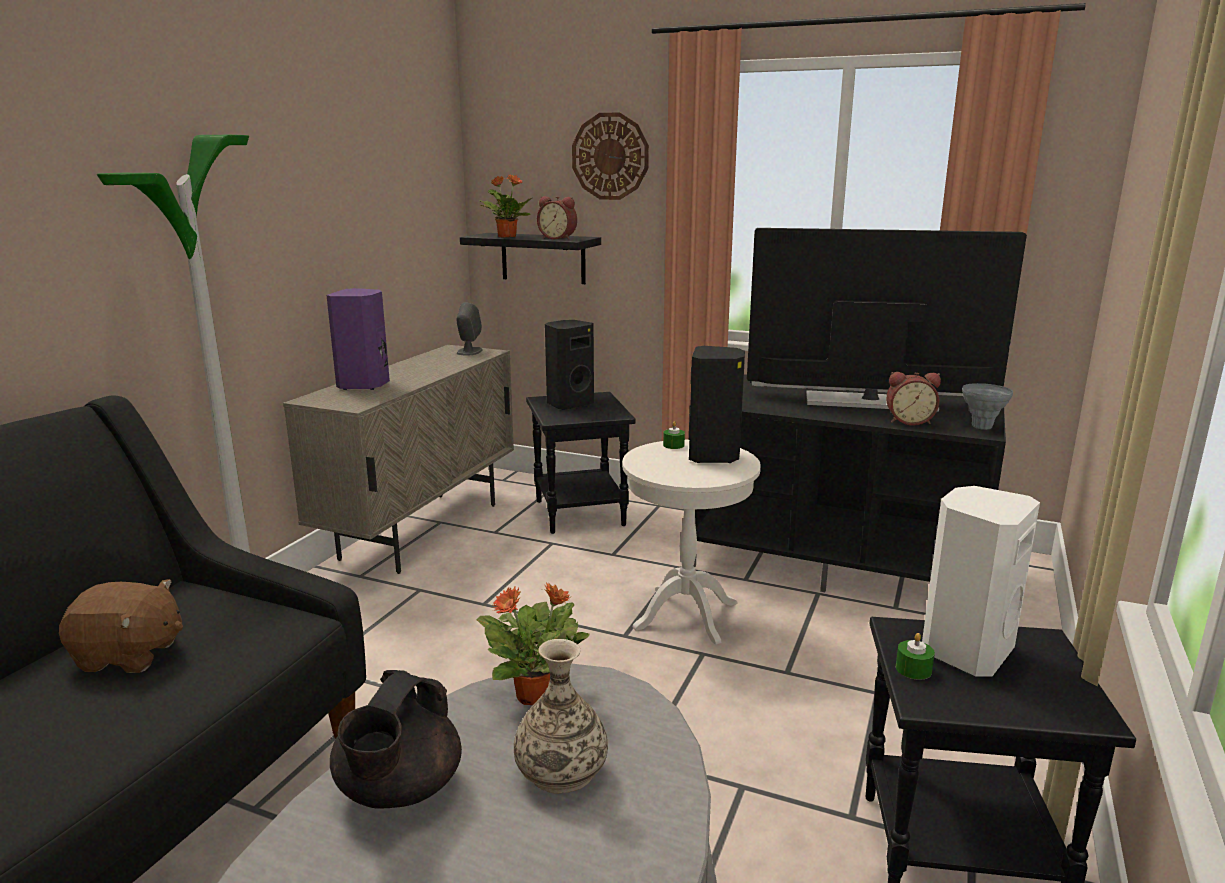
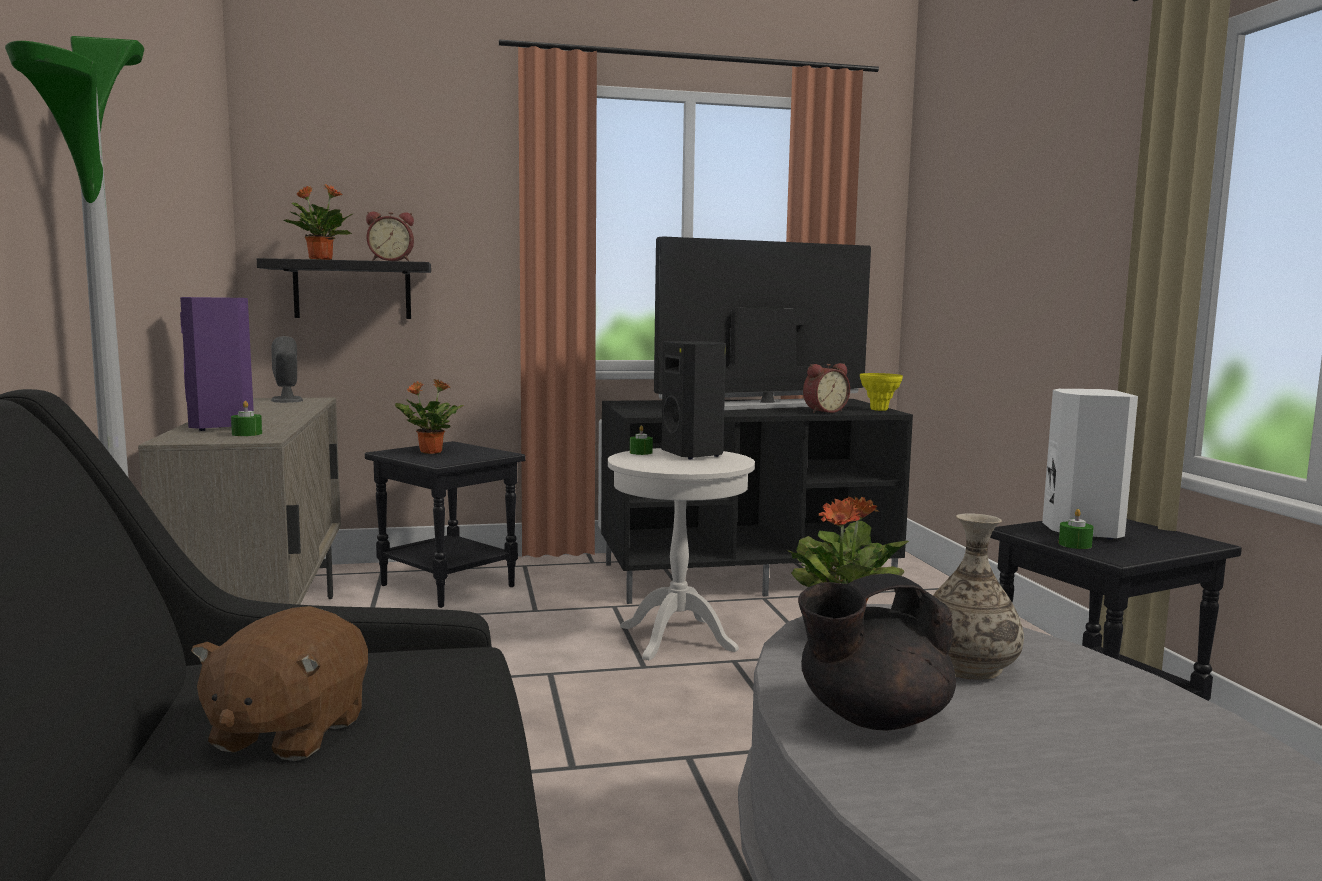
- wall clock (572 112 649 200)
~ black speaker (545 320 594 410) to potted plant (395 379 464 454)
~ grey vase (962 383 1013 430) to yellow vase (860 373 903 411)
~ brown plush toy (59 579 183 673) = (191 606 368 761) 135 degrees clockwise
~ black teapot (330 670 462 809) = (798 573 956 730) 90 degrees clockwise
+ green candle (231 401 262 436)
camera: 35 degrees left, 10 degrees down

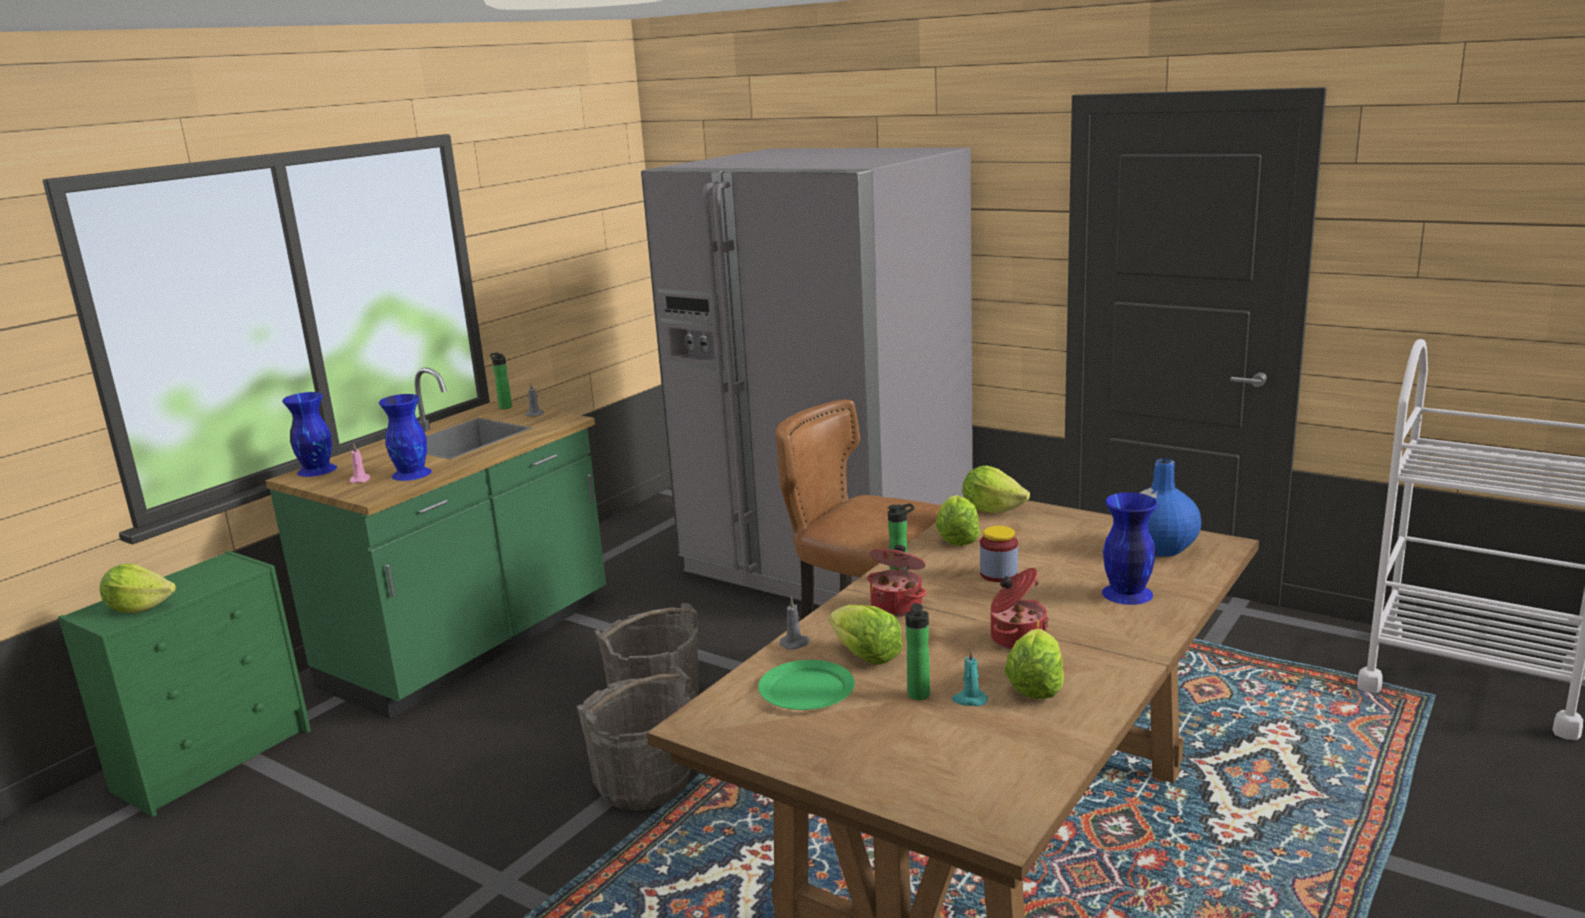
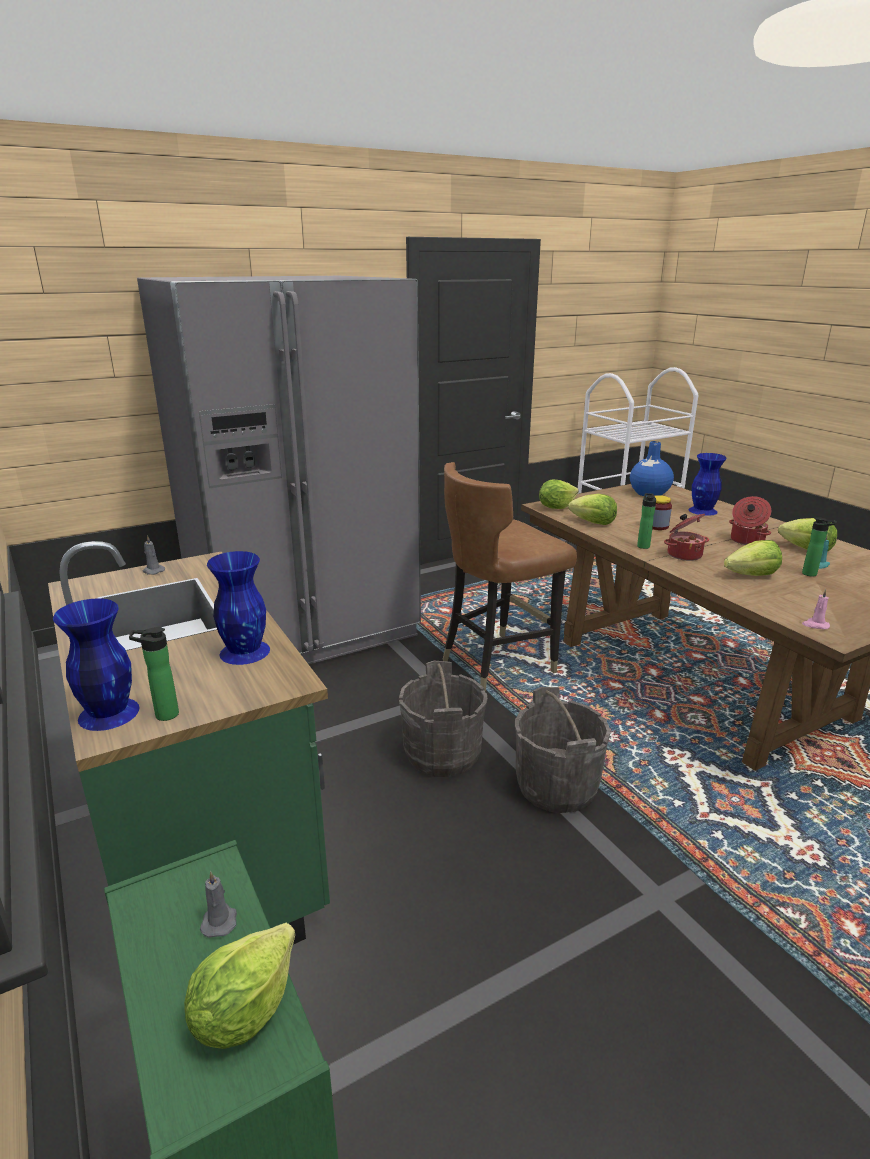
~ bottle (490 352 512 409) to (129 627 179 721)
~ pink candle (349 444 370 483) to (802 589 830 629)
~ grey candle (780 597 810 650) to (200 871 237 938)
- green plate (758 660 855 710)
camera: 65 degrees left, 5 degrees up

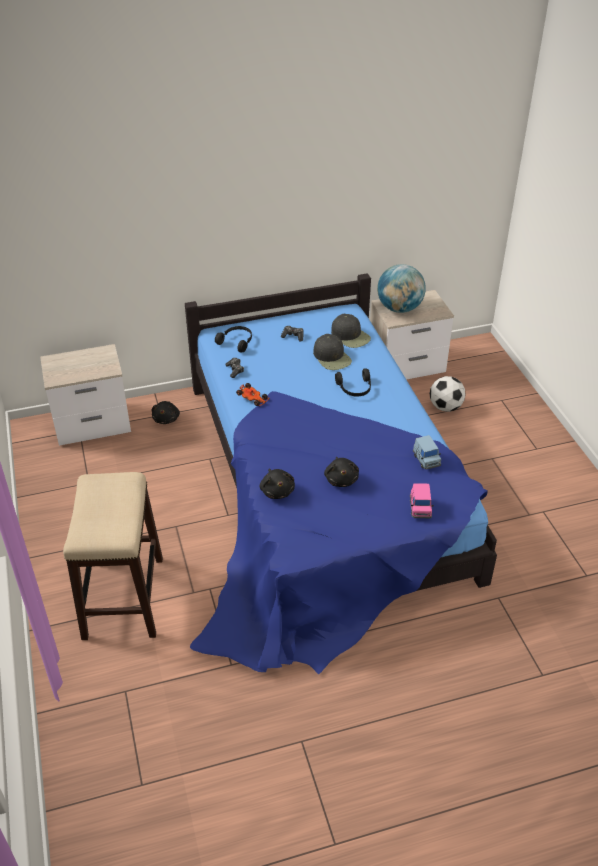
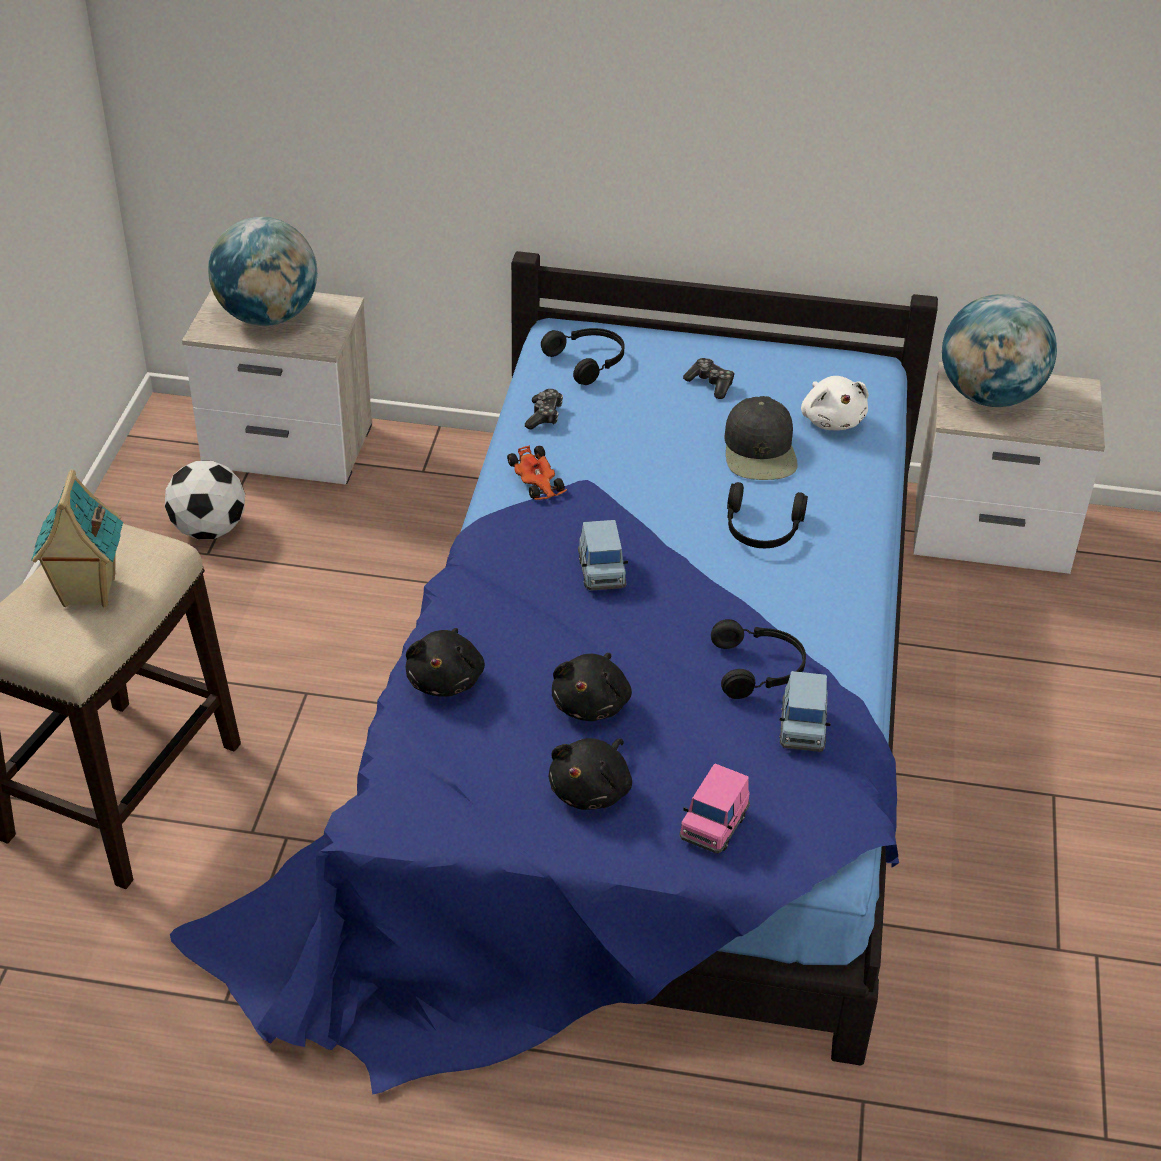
~ black cap (331 314 371 348) to white plush toy (801 376 869 430)
~ football (429 376 465 412) to (165 461 245 539)
~ black plush toy (152 401 180 424) to (548 738 632 810)
+ globe (208 217 317 326)
+ toy house (31 470 123 607)
+ blue toy car (578 520 628 591)
+ black headphones (711 619 806 699)
camera: 25 degrees right, 0 degrees up

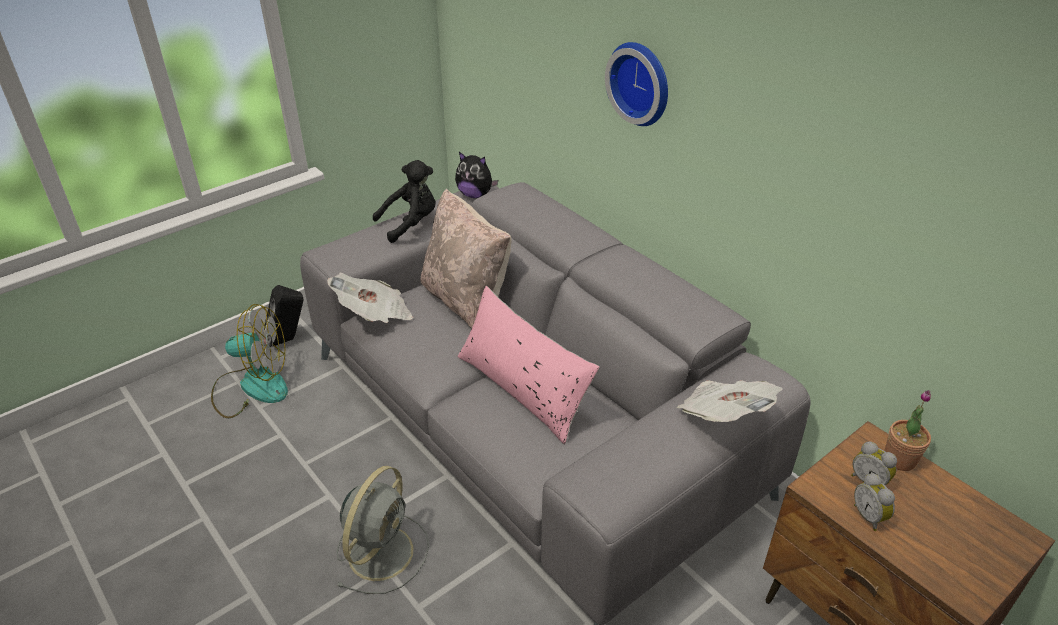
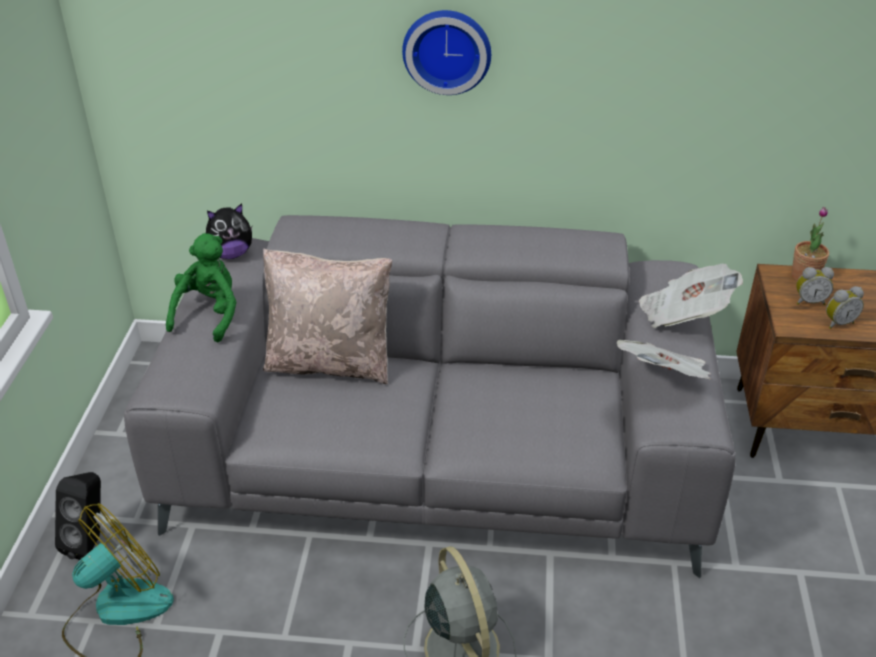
~ black plush toy (373 160 436 243) to green plush toy (166 233 236 343)
~ newspaper (327 272 413 323) to (616 340 711 380)
- pink pillow (458 286 600 444)
~ alarm clock (854 473 895 531) = (826 286 864 329) 45 degrees counterclockwise
camera: 45 degrees left, 0 degrees up

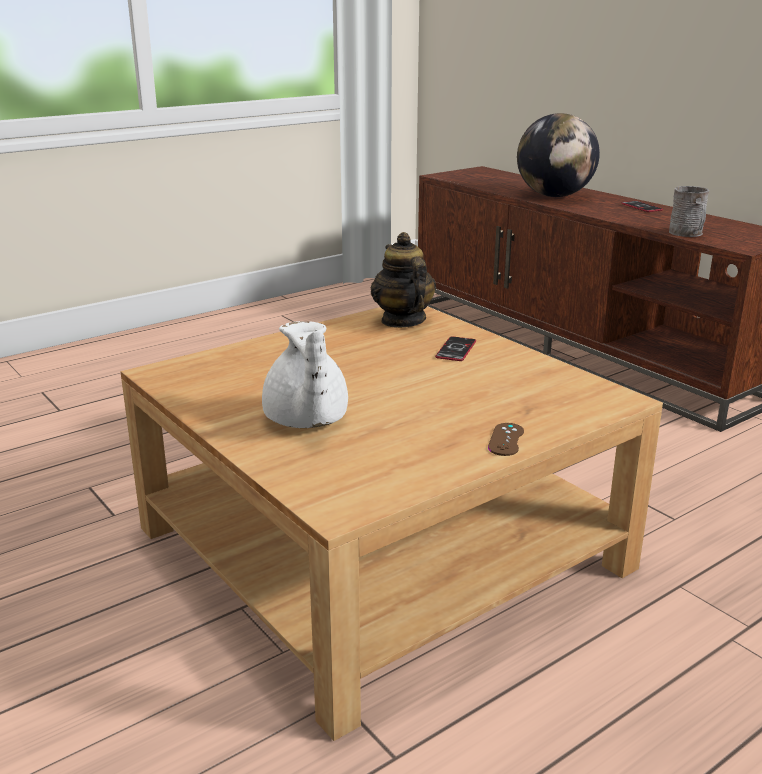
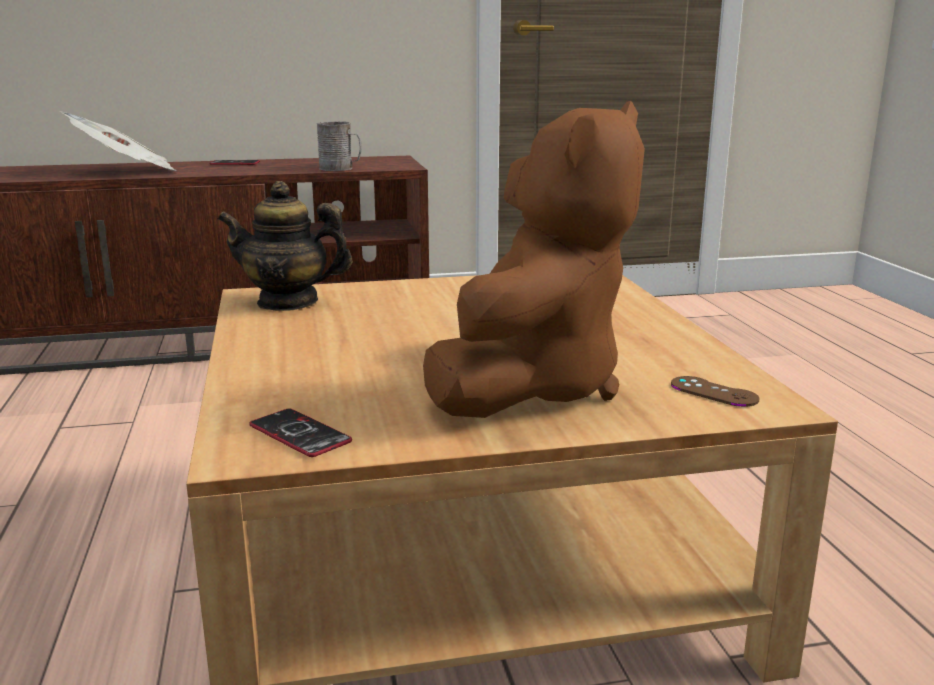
~ globe (517 113 600 197) to newspaper (60 111 176 171)
~ white teapot (262 321 348 428) to brown plush toy (423 101 645 418)
~ phone (435 336 476 361) to (249 409 352 457)
~ brown game controller (488 423 524 456) to (671 376 760 407)
camera: 65 degrees left, 5 degrees down

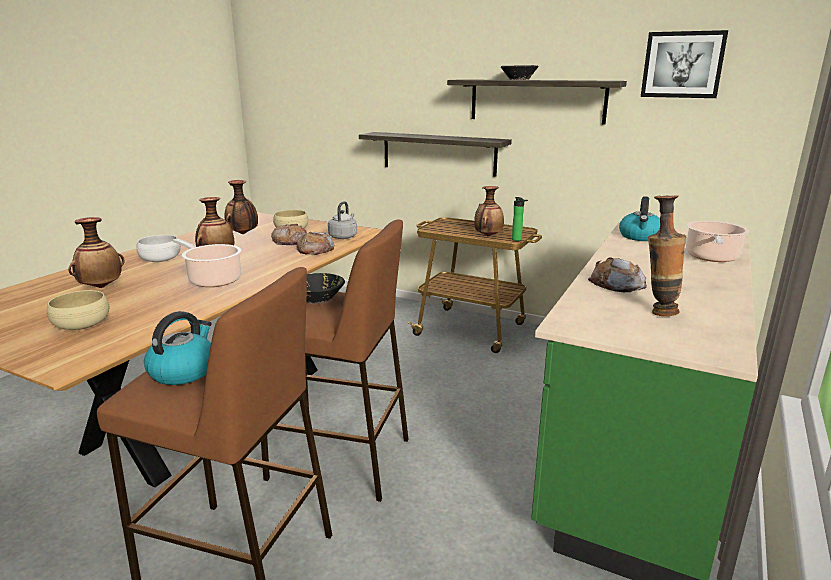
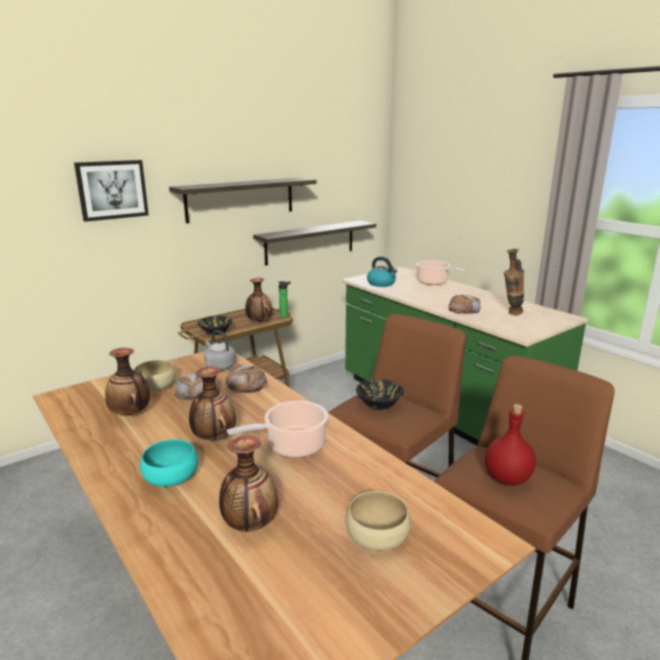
~ picture (641 30 728 98) to (74 160 149 222)
~ black bowl (501 65 539 80) to (198 316 232 336)
~ shelf (359 132 512 177) to (253 221 376 265)
~ white bowl (136 235 181 262) to turquoise bowl (140 439 198 487)
~ kettle (144 311 212 385) to red bottle (485 404 536 486)
camera: 65 degrees left, 0 degrees up

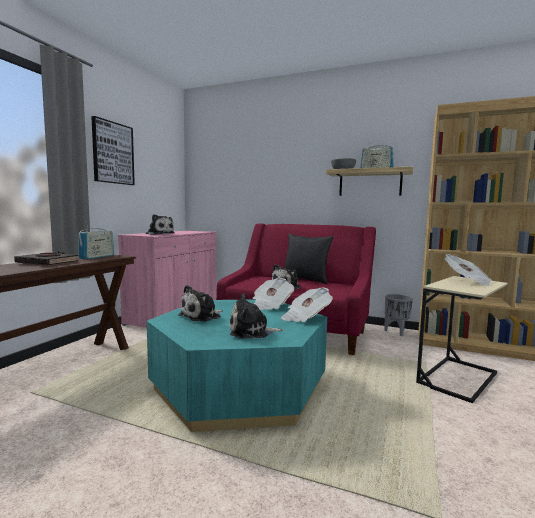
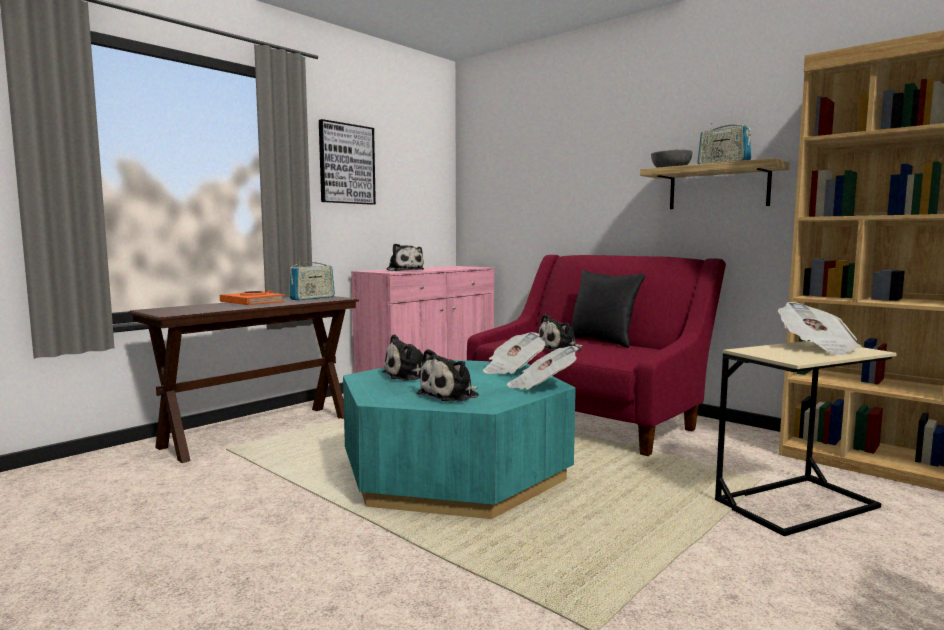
~ black book (14 252 78 265) to orange book (220 290 285 305)
~ plush toy (230 294 283 338) = (416 349 479 402) 60 degrees counterclockwise
- grey planter (385 294 413 336)
camera: 20 degrees right, 0 degrees up

